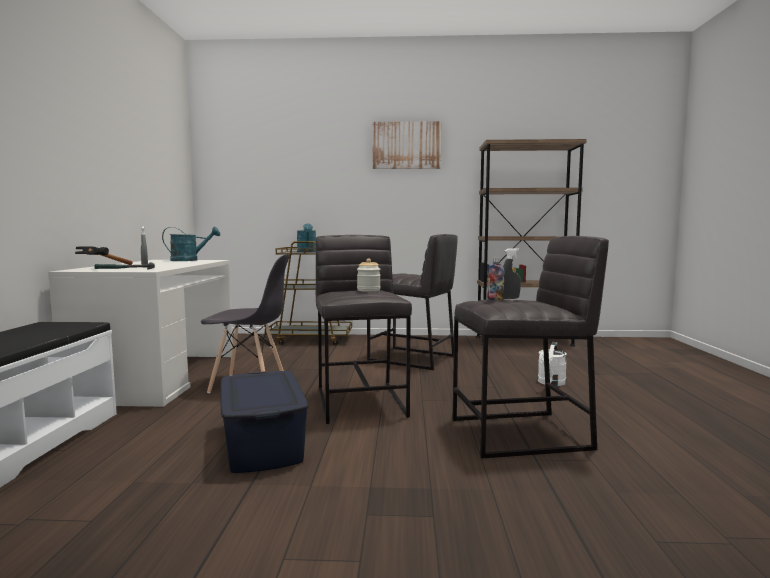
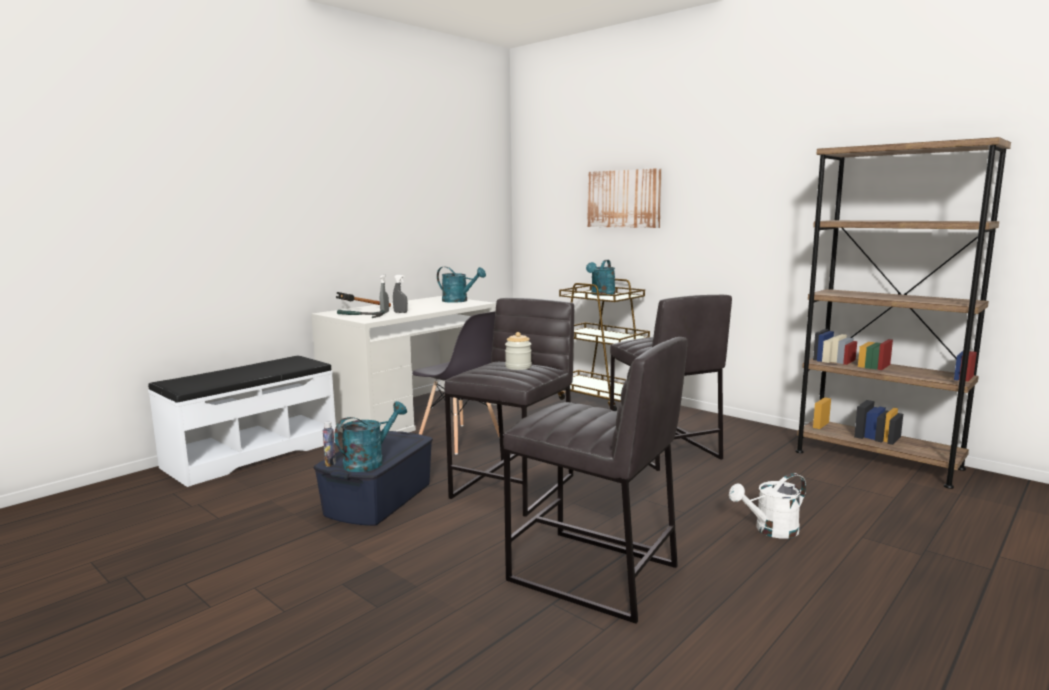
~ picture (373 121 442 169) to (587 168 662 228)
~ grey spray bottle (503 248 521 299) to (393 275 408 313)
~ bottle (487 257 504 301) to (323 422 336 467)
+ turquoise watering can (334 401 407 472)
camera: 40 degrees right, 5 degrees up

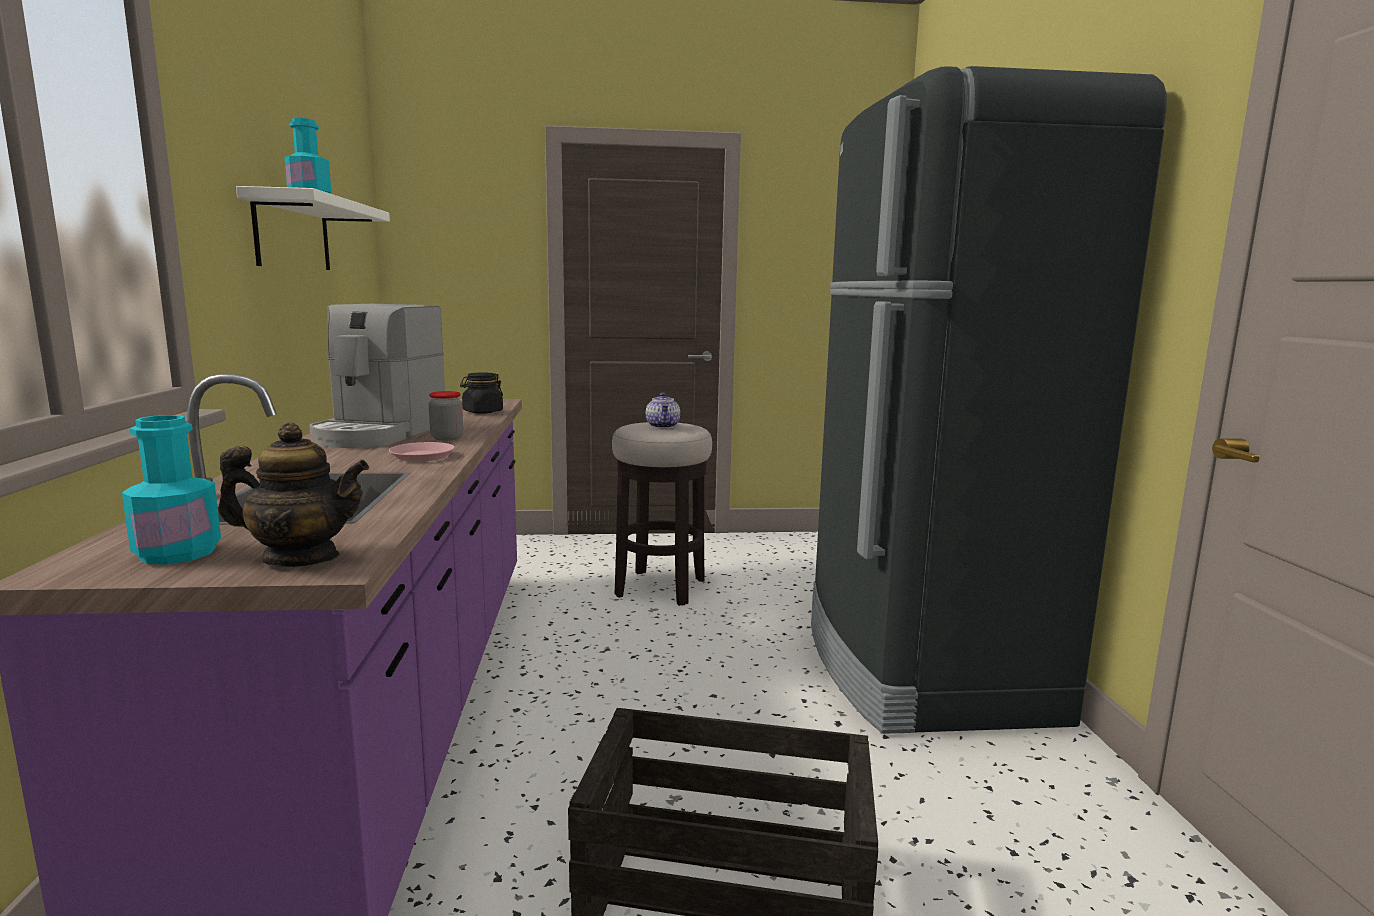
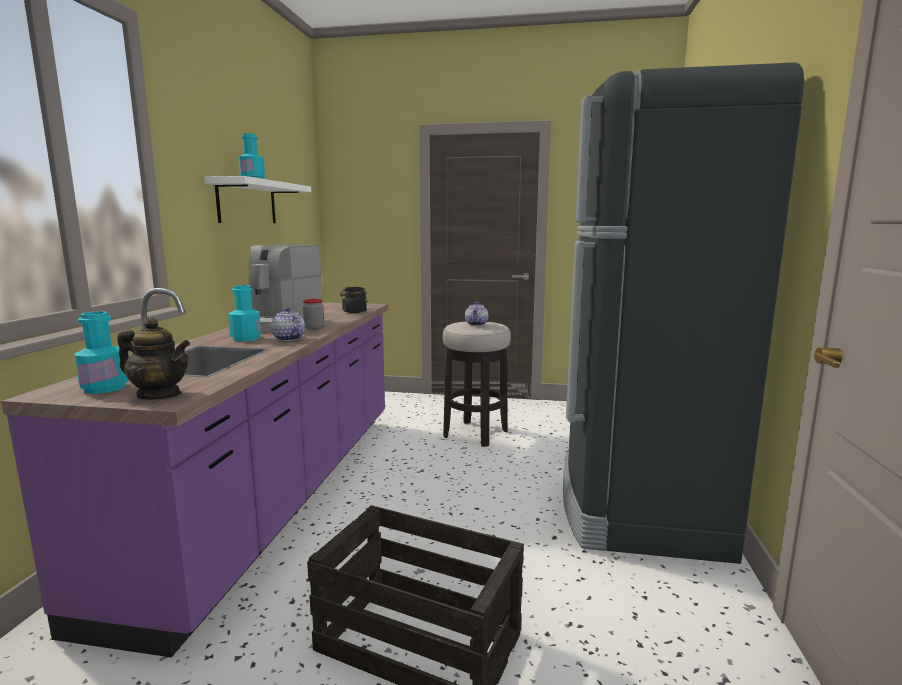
~ pink plate (389 442 455 462) to teapot (271 307 305 341)
+ turquoise bottle (228 285 261 341)
camera: 15 degrees right, 0 degrees up

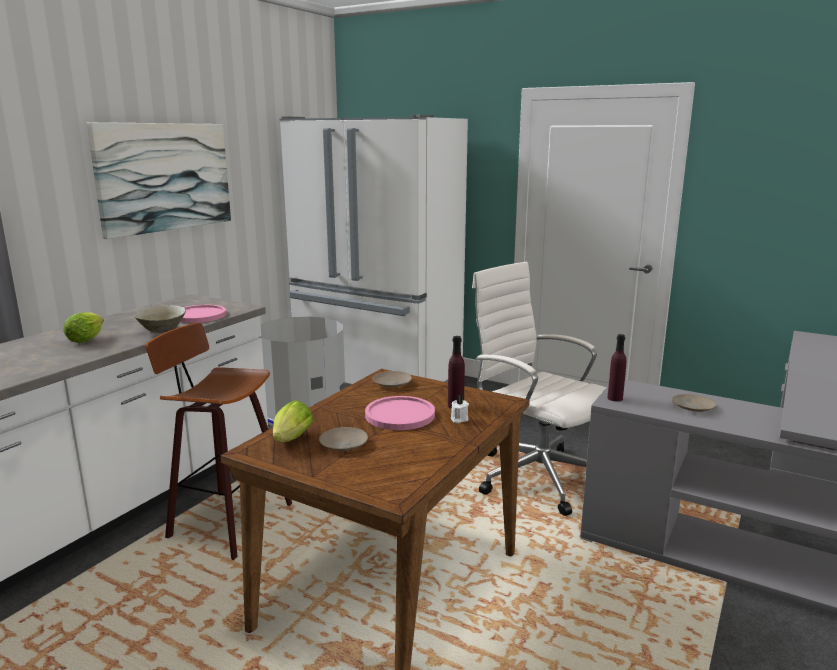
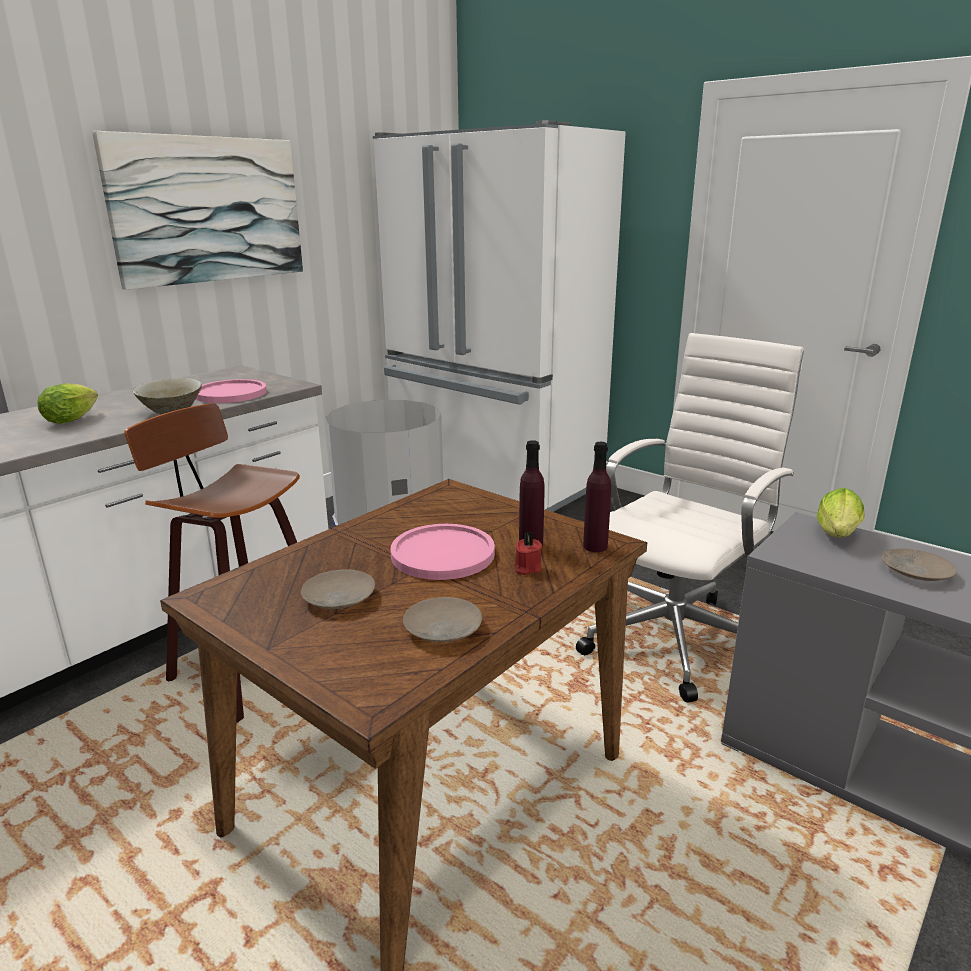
~ white office chair (472 262 606 516) = (576 333 804 703) 75 degrees clockwise
~ purple bottle (607 334 626 402) to (583 442 611 552)
~ beige plate (372 371 412 388) to (403 597 482 643)
~ white candle (451 395 469 423) to red candle (515 532 542 575)
~ lettuce (273 400 313 442) to (817 488 865 538)
camera: 10 degrees right, 5 degrees up

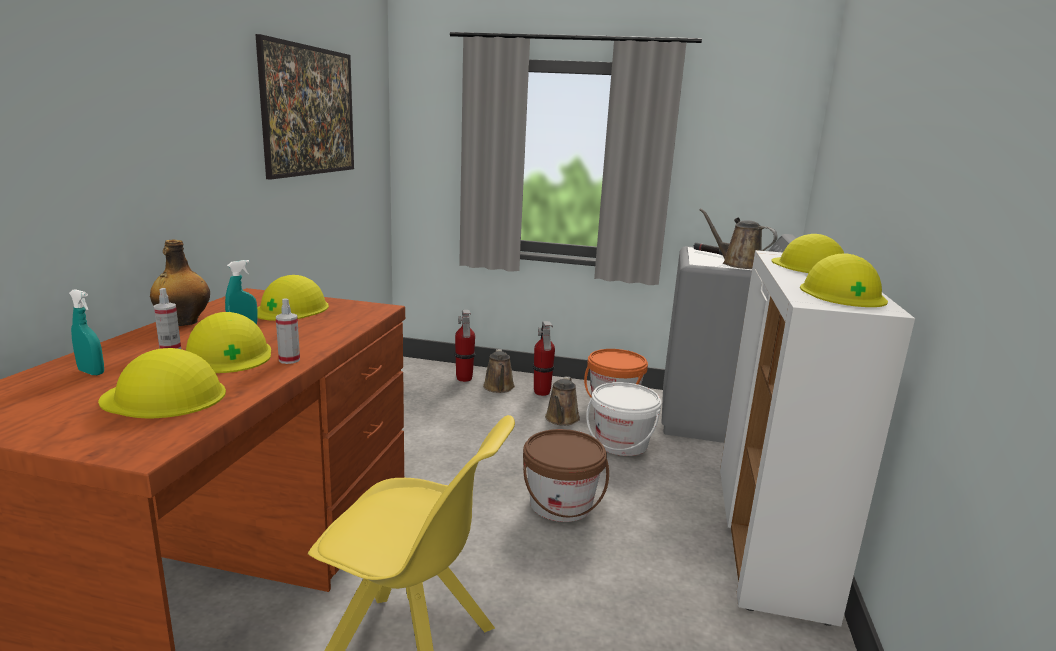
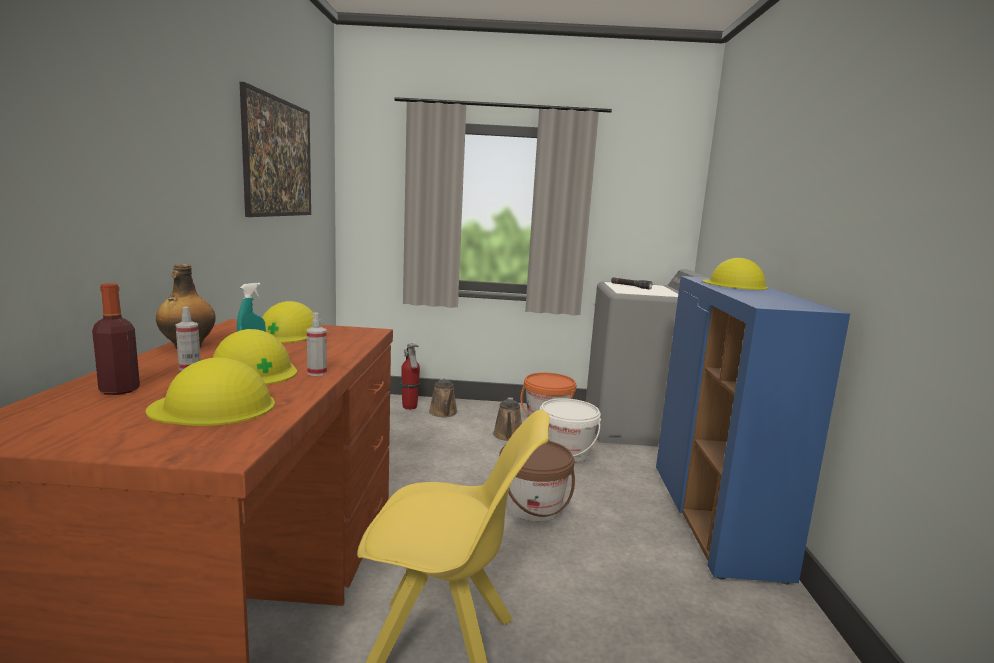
- brown watering can (699 208 778 269)
~ white cabinet (720 250 915 626) to blue cabinet (656 276 850 584)
- yellow hard hat (800 253 888 307)
~ turquoise spray bottle (69 289 104 375) to bottle (92 283 140 395)
- fire extinguisher (533 321 555 396)
camera: 10 degrees left, 5 degrees down

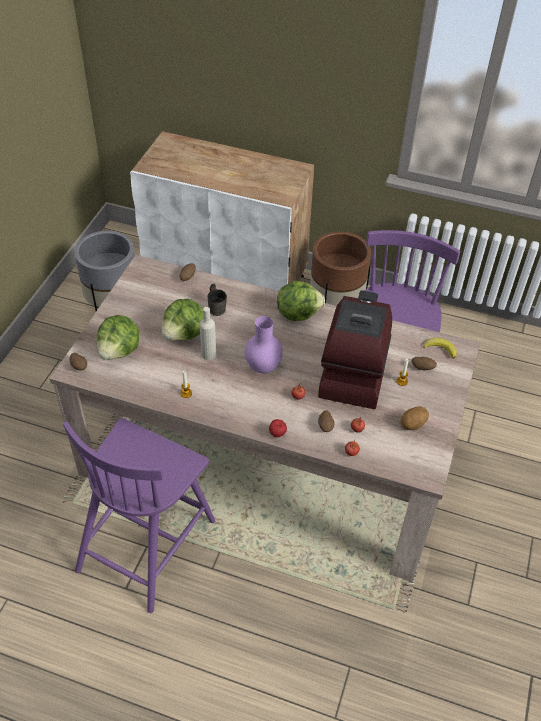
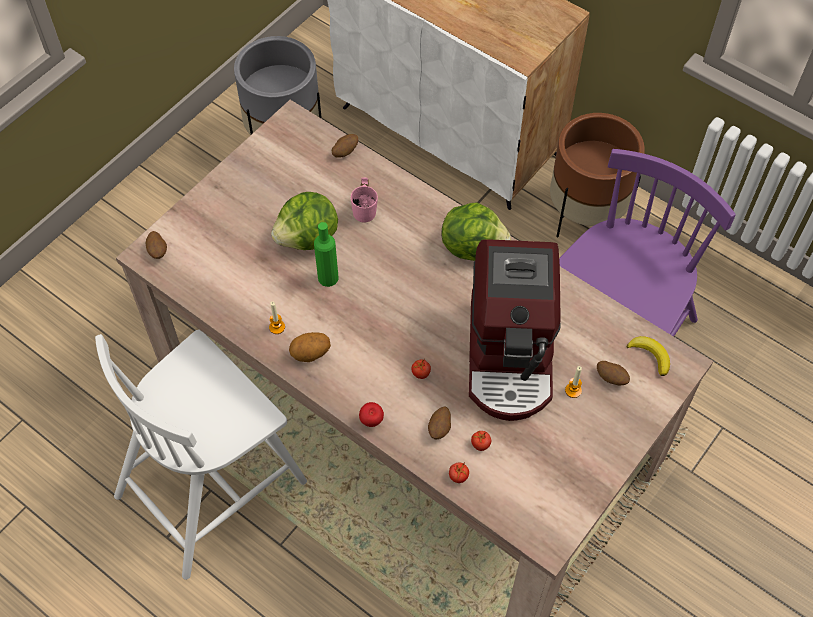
~ grey mug (207 284 227 316) to pink mug (351 177 378 222)
~ coffee machine (318 291 392 409) = (469 239 561 421) 150 degrees clockwise
~ beige bottle (200 307 216 360) to green bottle (314 222 338 287)
- lettuce (96 315 139 360)
- purple vase (245 316 283 373)
~ potato (401 406 429 430) to (289 332 331 362)
~ purple chair (63 418 215 613) to white chair (95 329 307 580)
camera: 20 degrees right, 10 degrees up

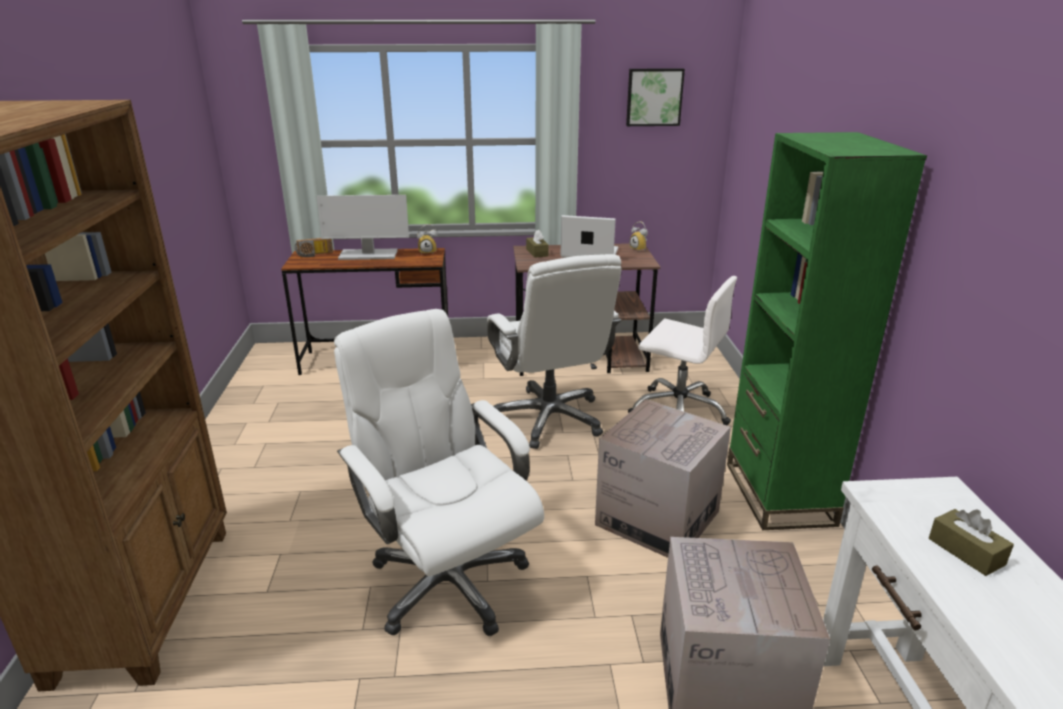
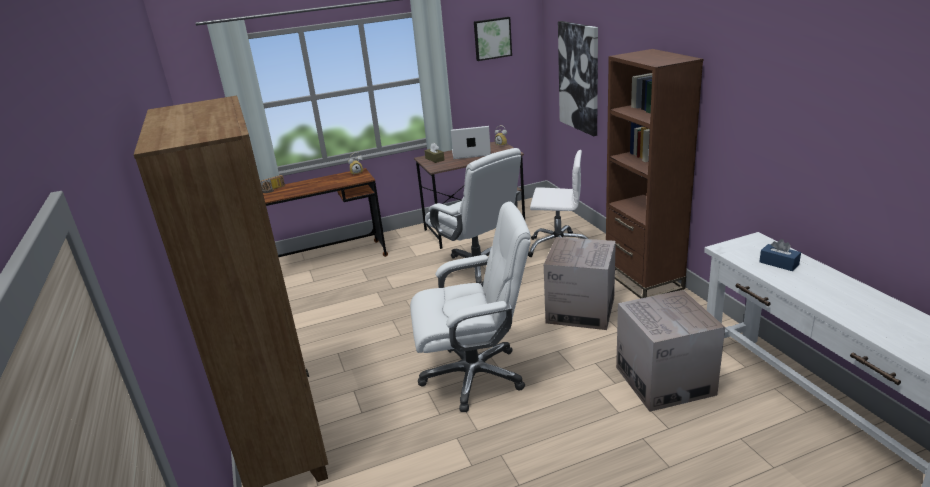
~ green bookcase (727 132 927 530) to brown bookcase (606 49 703 299)
- monitor (317 195 409 260)
~ white office chair (334 309 544 636) = (410 202 531 412) 135 degrees clockwise
~ brown tissue box (929 509 1014 576) to blue tissue box (759 239 801 271)
+ picture (558 21 598 136)
camera: 15 degrees left, 0 degrees up

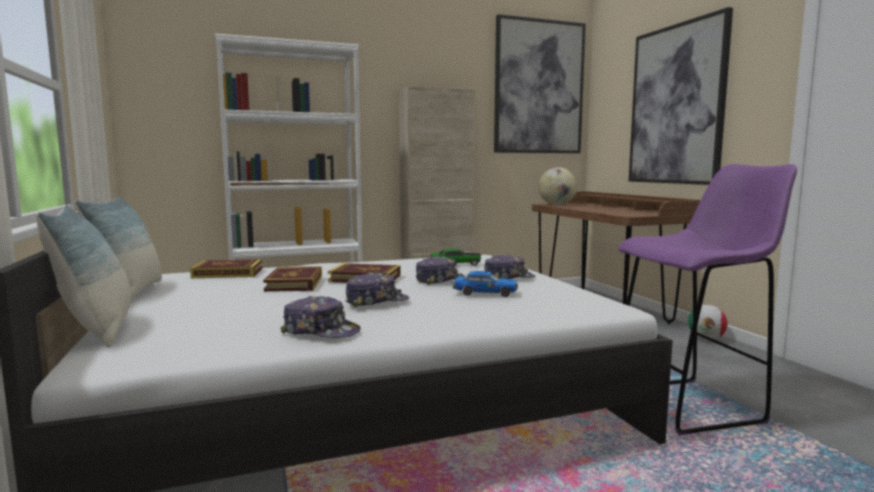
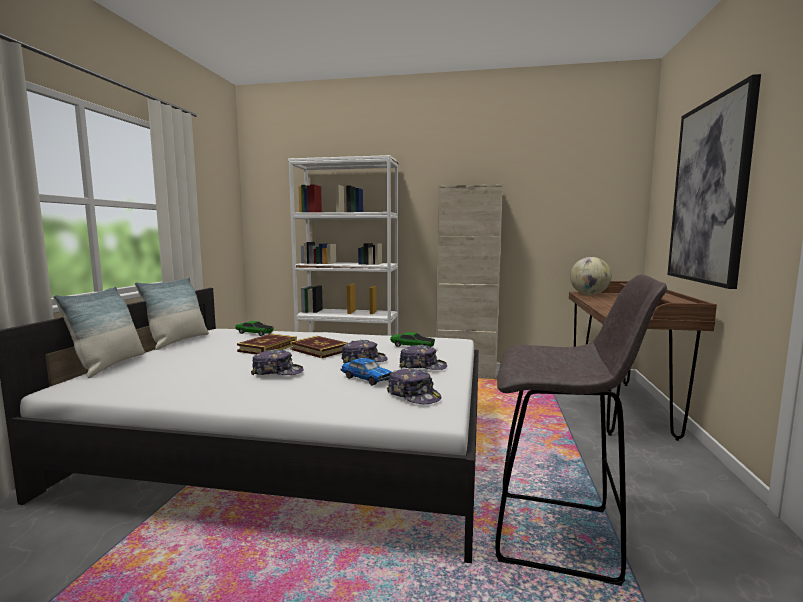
- picture (494 14 586 153)
~ purple stool (618 164 797 435) to grey stool (495 274 667 586)
~ book (190 259 263 278) to toy car (235 321 274 336)
~ cap (281 296 361 338) to (387 368 441 404)
- football (688 305 727 340)
camera: 30 degrees right, 0 degrees up

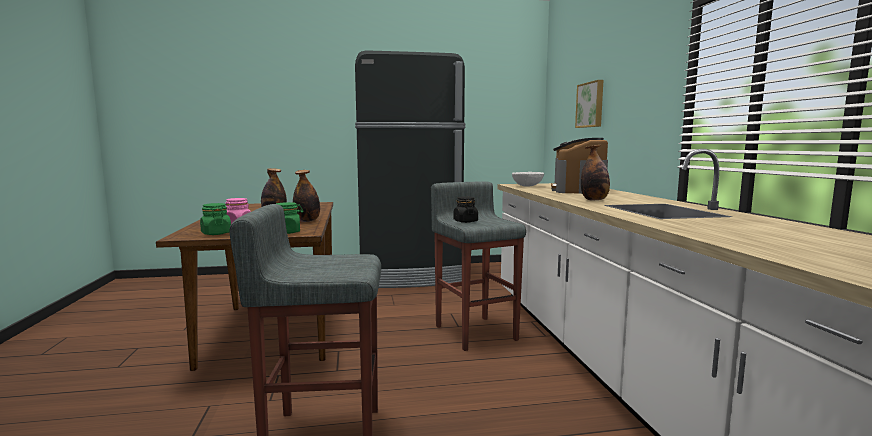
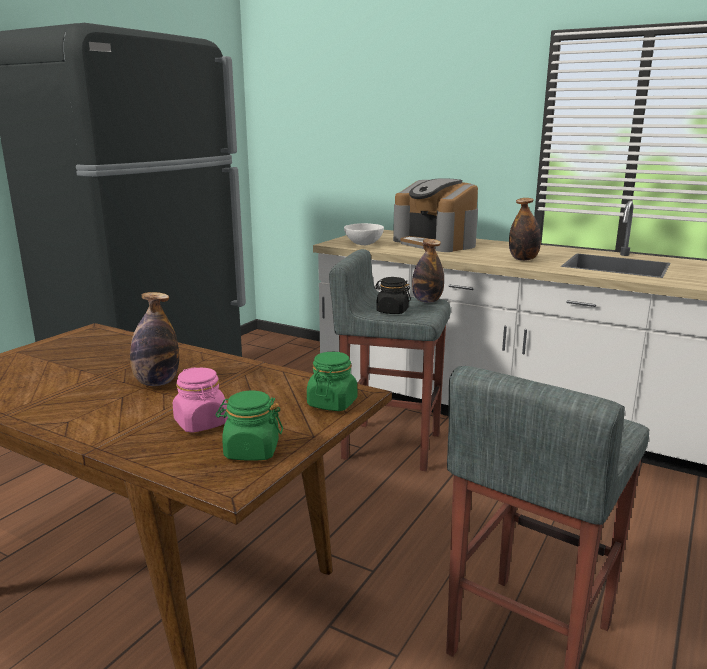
- picture (575 80 603 128)
~ bottle (293 170 320 222) to (412 239 444 303)
camera: 50 degrees left, 10 degrees up

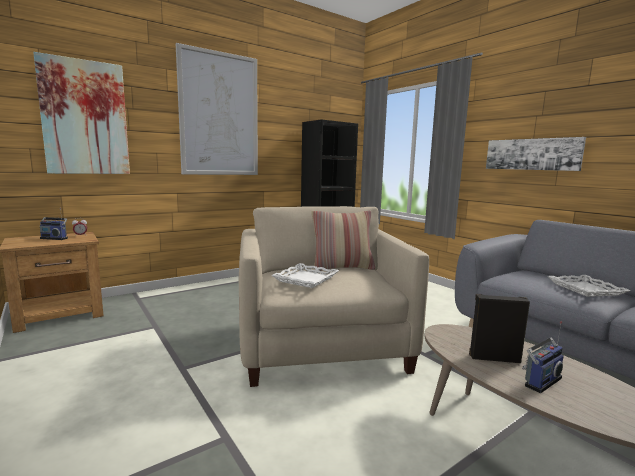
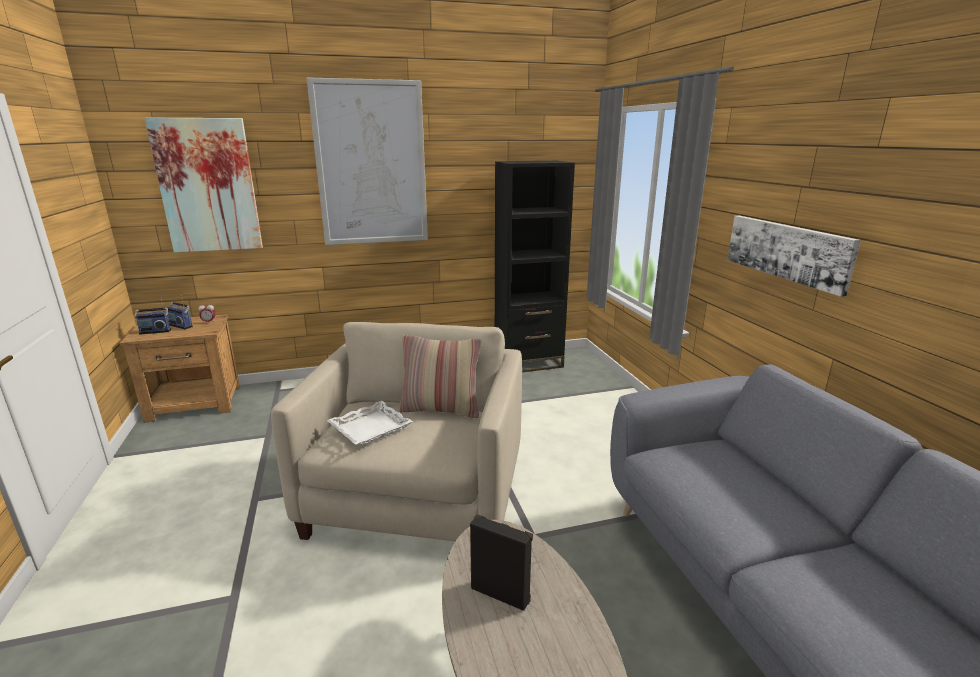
- white tray (548 275 630 297)
~ radio (522 321 564 393) to (135 297 171 335)
camera: 20 degrees right, 10 degrees up

